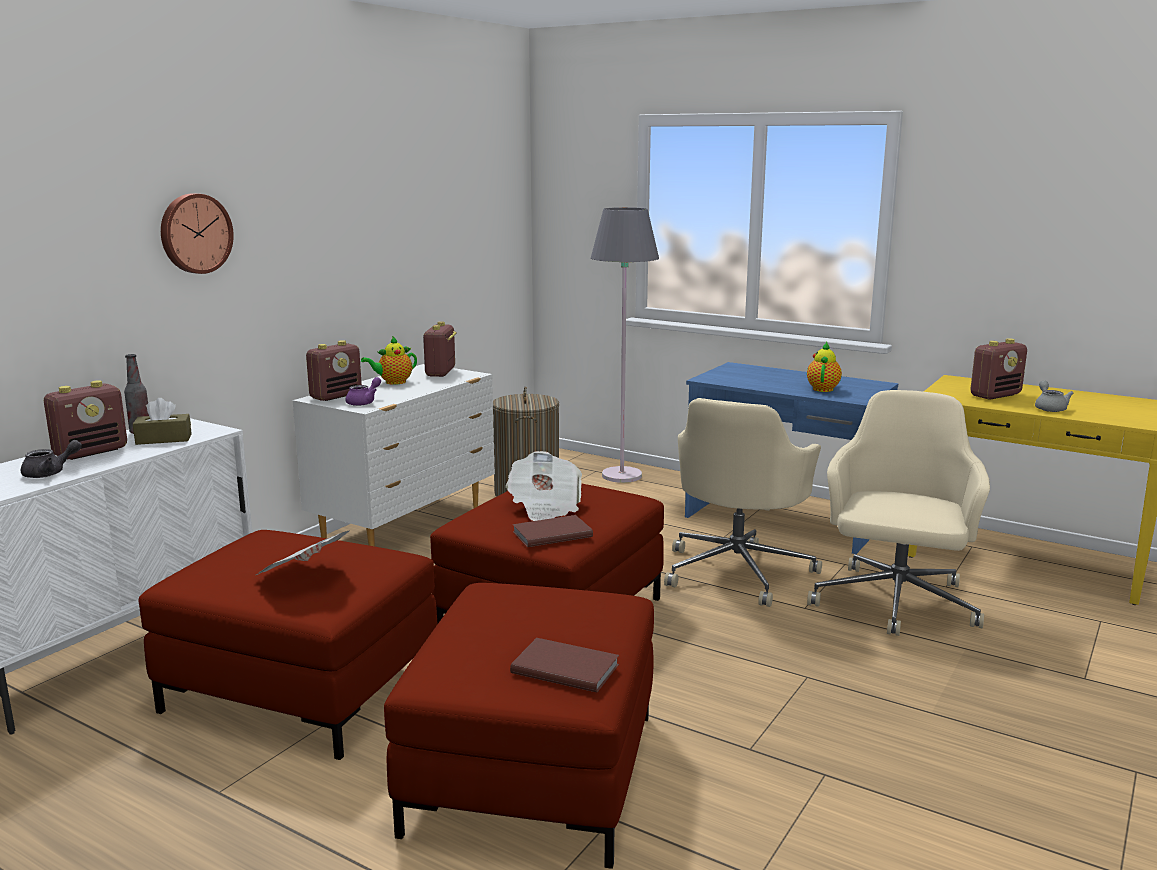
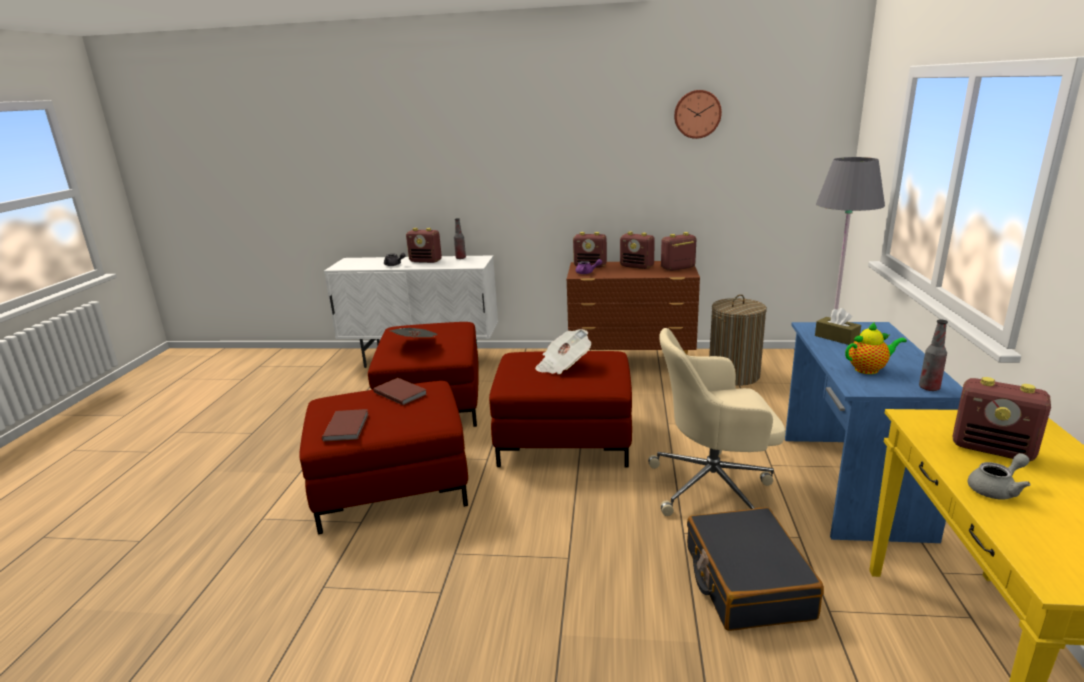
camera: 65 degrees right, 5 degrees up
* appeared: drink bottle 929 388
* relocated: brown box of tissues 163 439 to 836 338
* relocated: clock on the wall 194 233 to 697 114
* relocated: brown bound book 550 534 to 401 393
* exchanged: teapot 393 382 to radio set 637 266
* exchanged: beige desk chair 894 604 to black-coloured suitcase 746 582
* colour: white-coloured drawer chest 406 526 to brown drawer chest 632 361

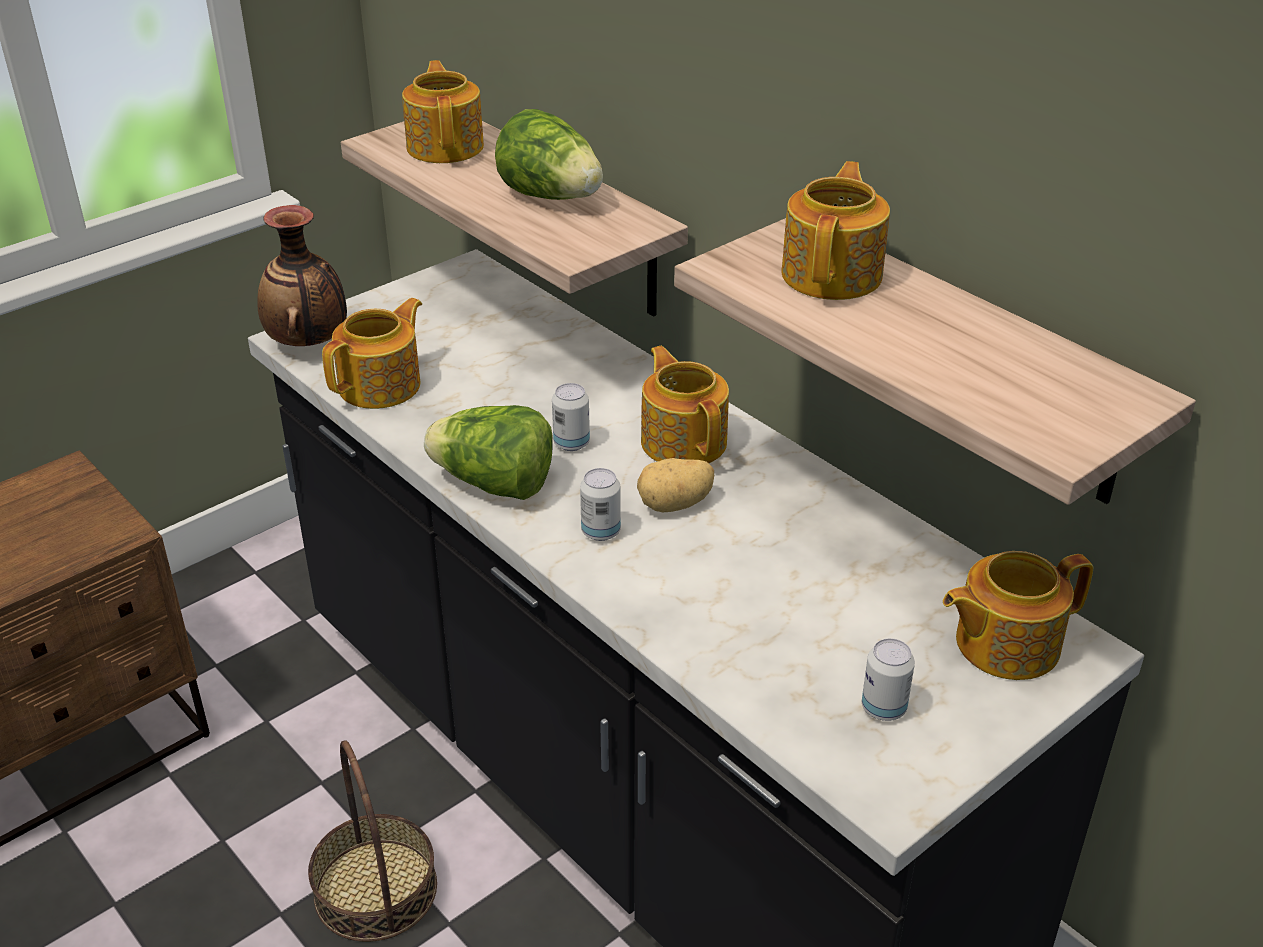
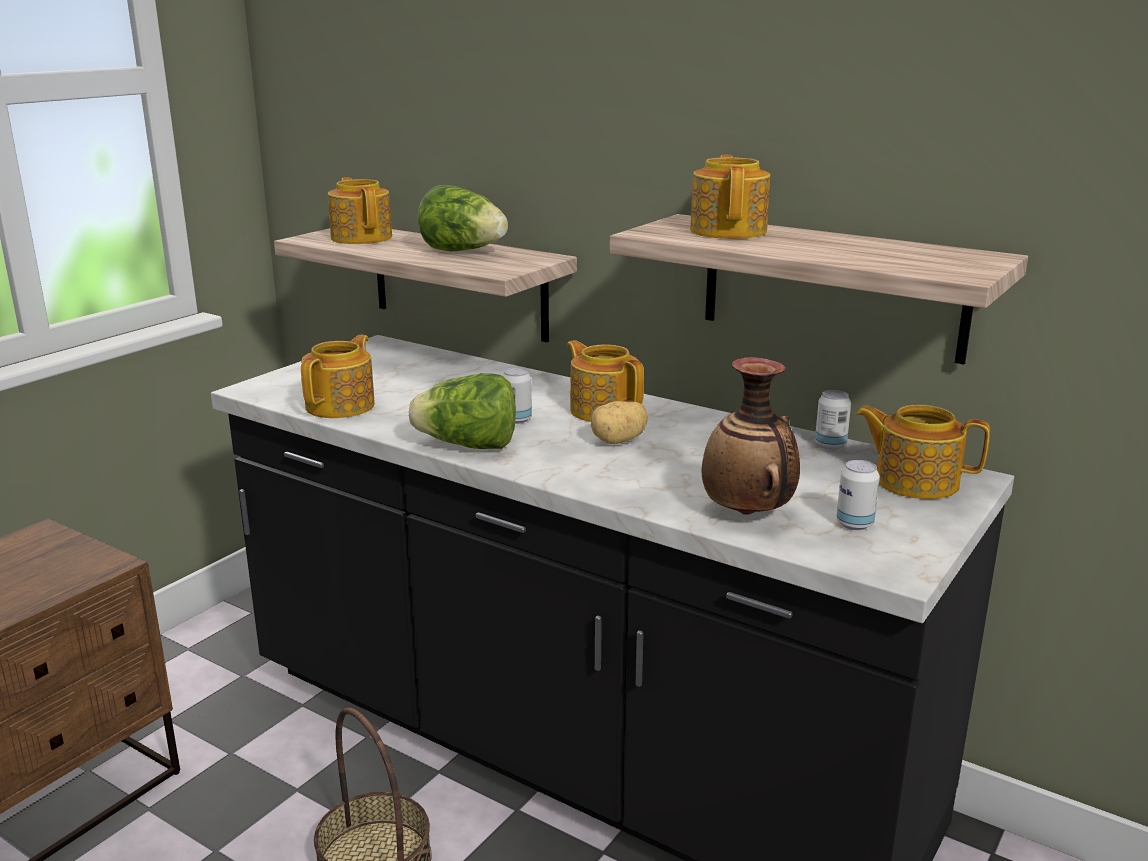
camera: 15 degrees left, 15 degrees down
* relocated: flower vase 309 344 to 748 513
* relocated: sealed can 601 532 to 830 445
* spun: teapot 1004 643 = 914 481 60 degrees clockwise

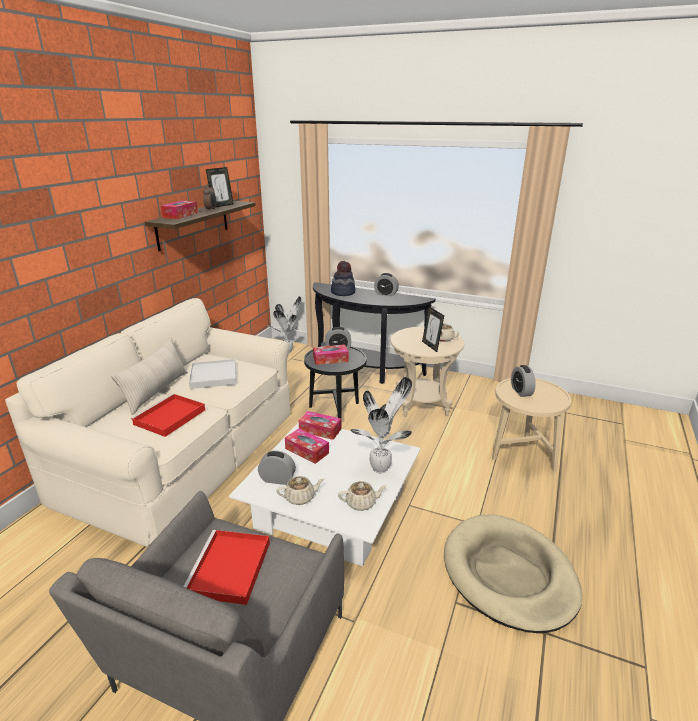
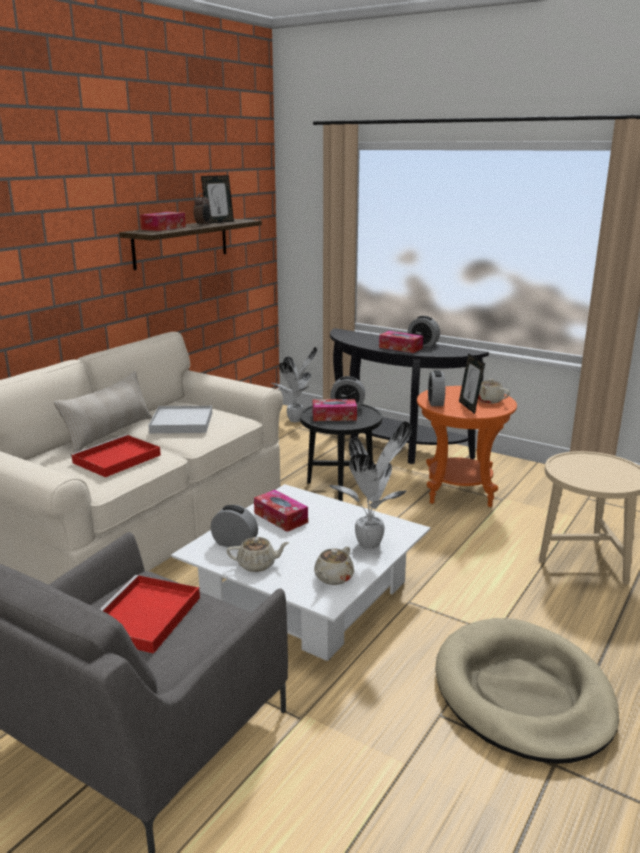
camera: 10 degrees right, 5 degrees down
* missing: clothing hat 343 292
* relocated: box of tissues 320 430 to 400 348
* relocated: table clock 521 391 to 435 402
* colour: beige accent table 422 405 to orange-coloured accent table 459 492
* spun: beige teapot 361 503 = 333 578 120 degrees clockwise

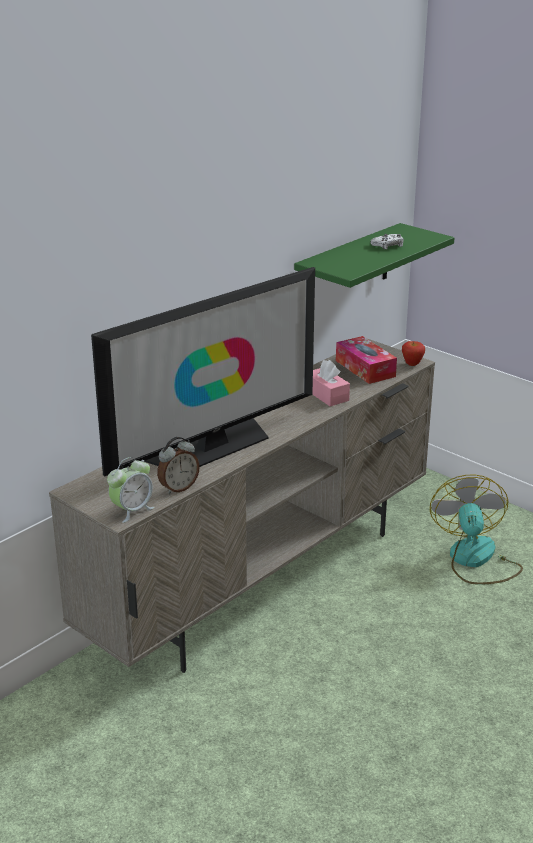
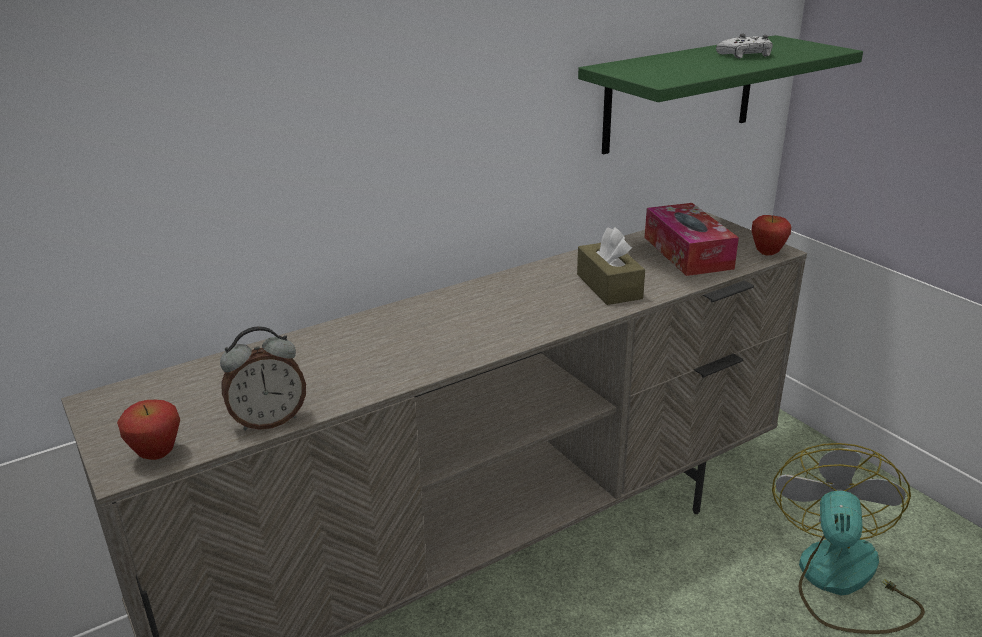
camera: 15 degrees right, 0 degrees up
* missing: TV set 212 446
* exchanged: table clock 132 510 to apple fruit 157 455
* colour: pinkish box of tissues 326 395 to brown box of tissues 609 286

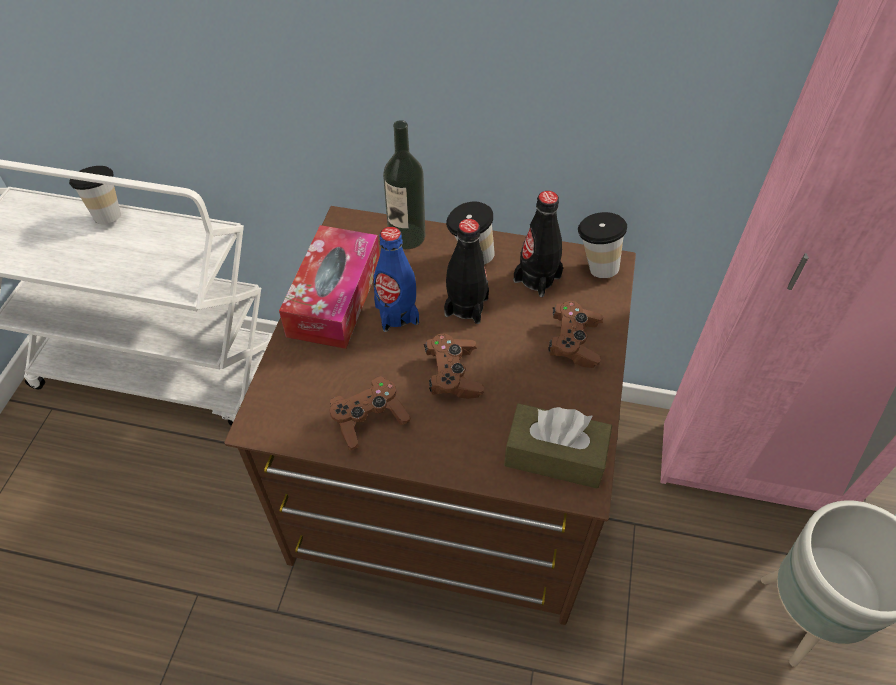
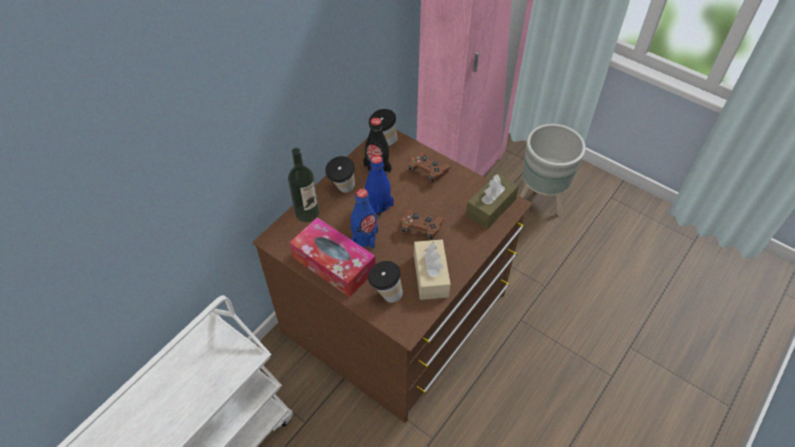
camera: 65 degrees left, 0 degrees up
* relocated: small cup 108 213 to 385 294
* exchanged: brown joypad 369 420 to beige box of tissues 431 275
* colour: black-coloured drink bottle 466 306 to blue drink bottle 378 205

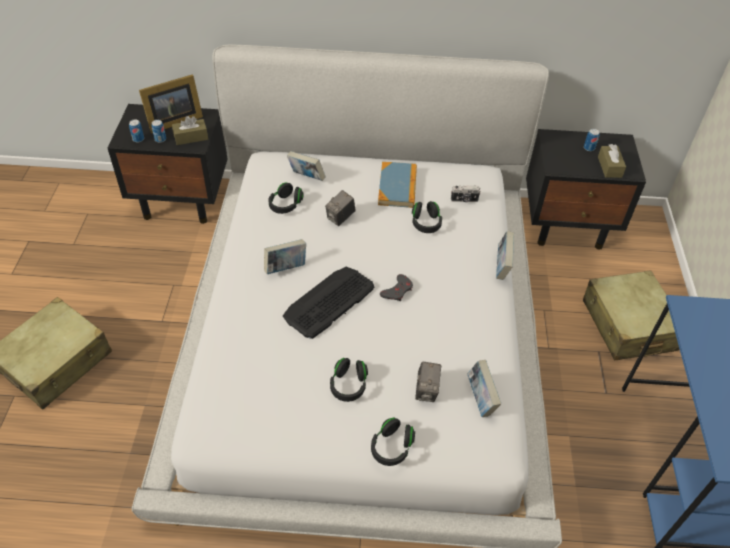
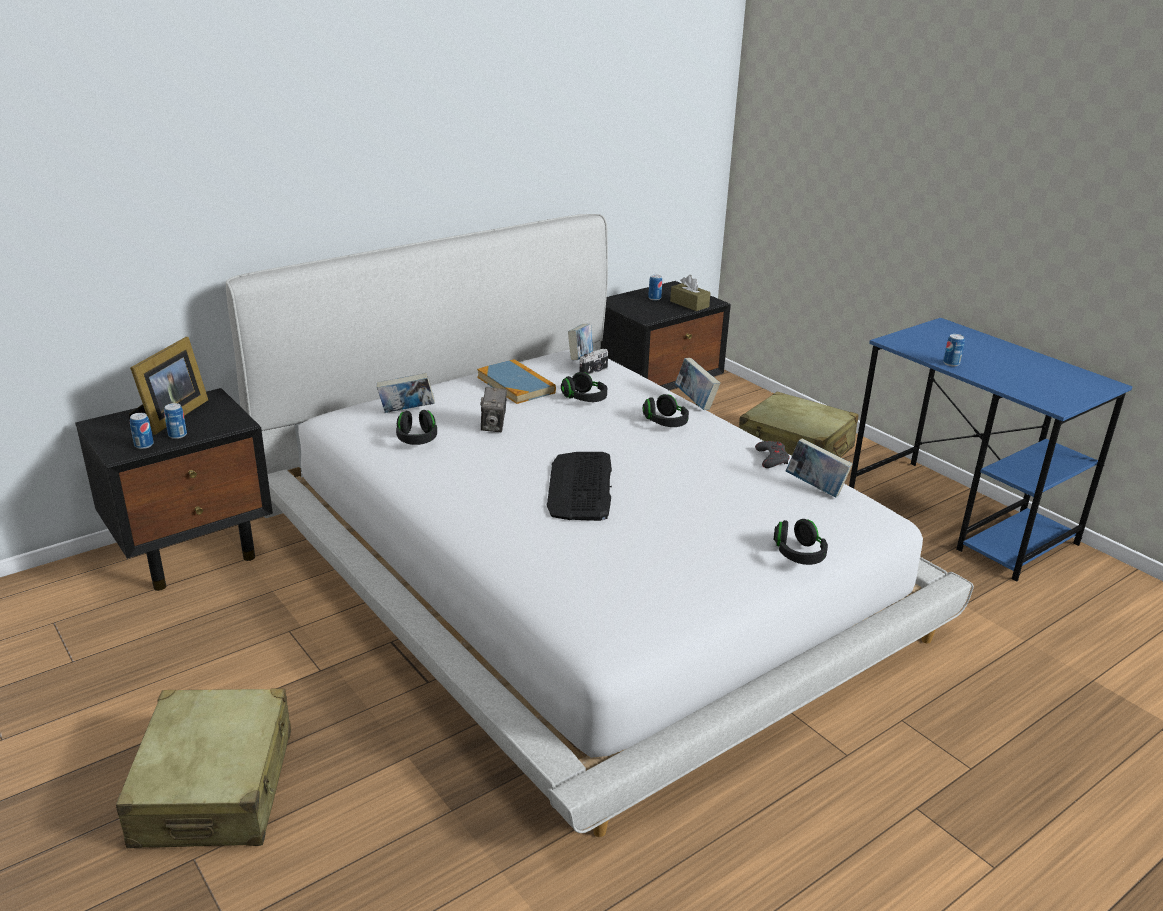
camera: 40 degrees left, 20 degrees down
* missing: brown box of tissues 191 137
* missing: still camera 426 391
* appeared: sealed can 951 363
* relocated: bound book 286 268 to 580 358
* relocated: black-coloured headphones 348 385 to 665 422
* relocated: grey joypad 397 291 to 772 458

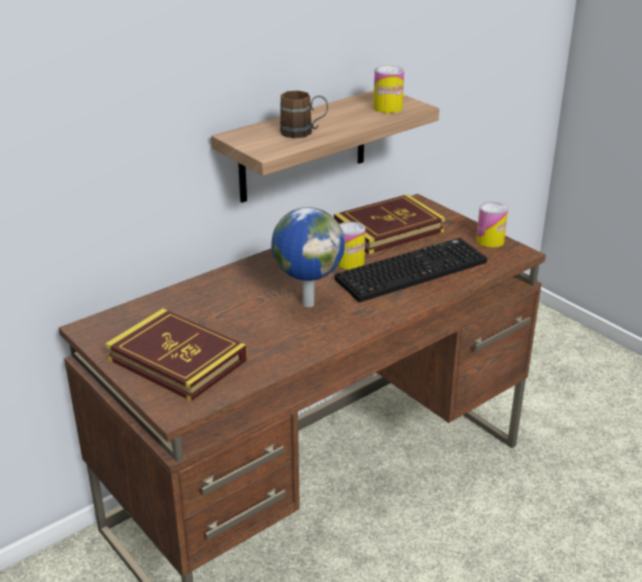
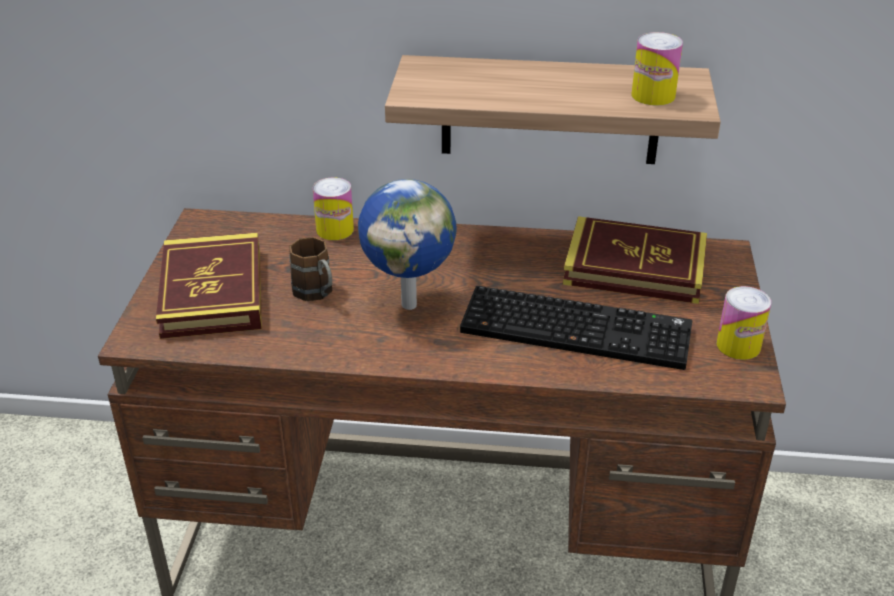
camera: 45 degrees right, 5 degrees up
* relocated: brown coffee mug 303 132 to 317 294
* relocated: sealed can 350 262 to 335 230

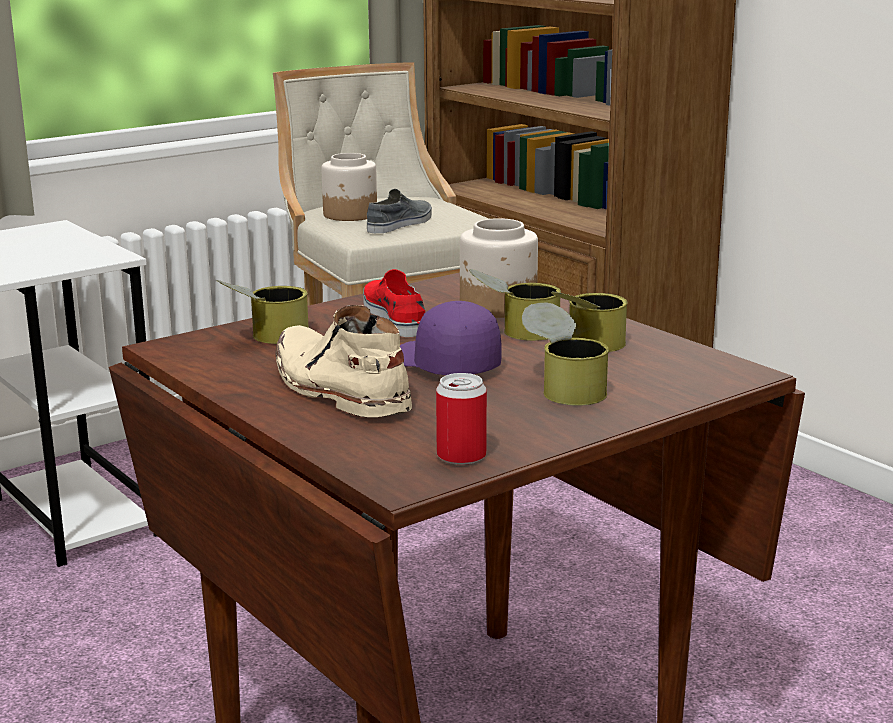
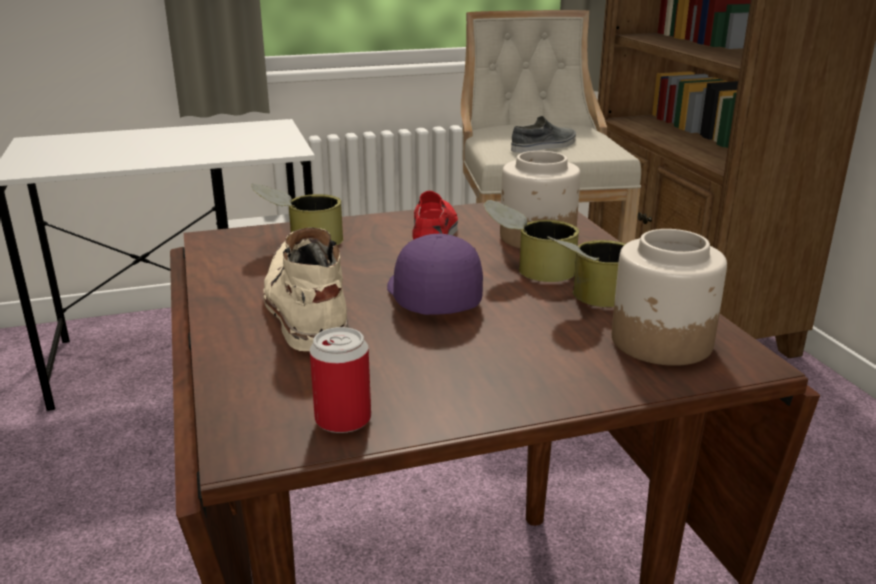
camera: 20 degrees right, 5 degrees up
* missing: sealed can 563 387
* relocated: jar 350 215 to 662 342

